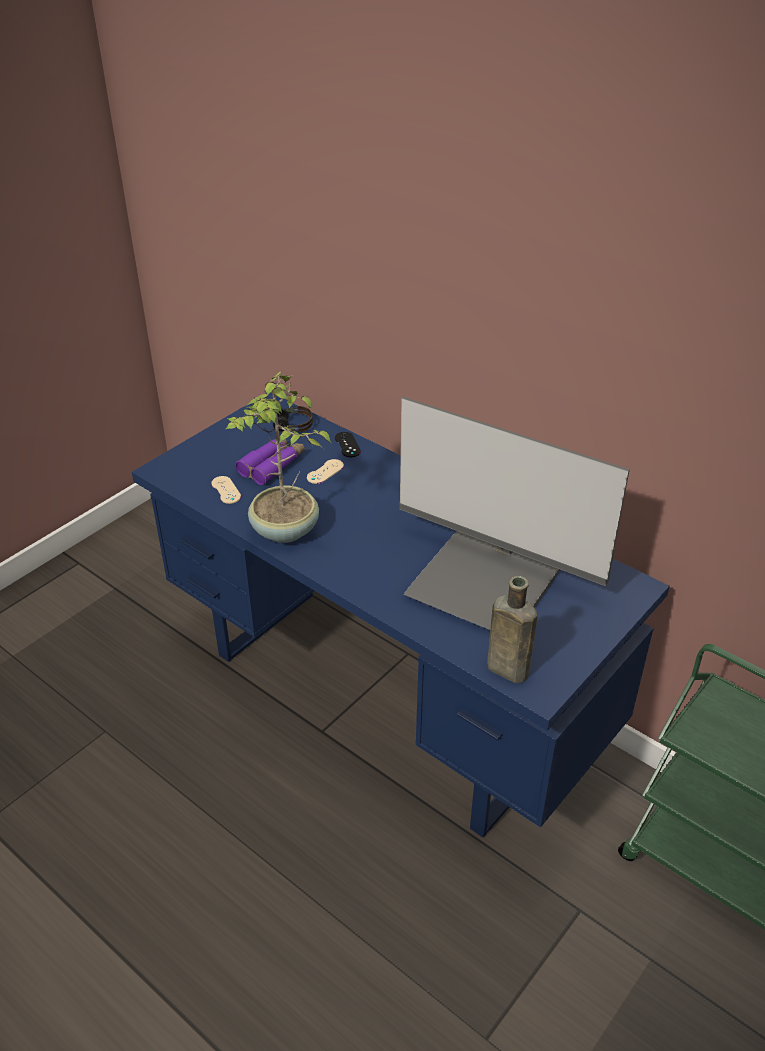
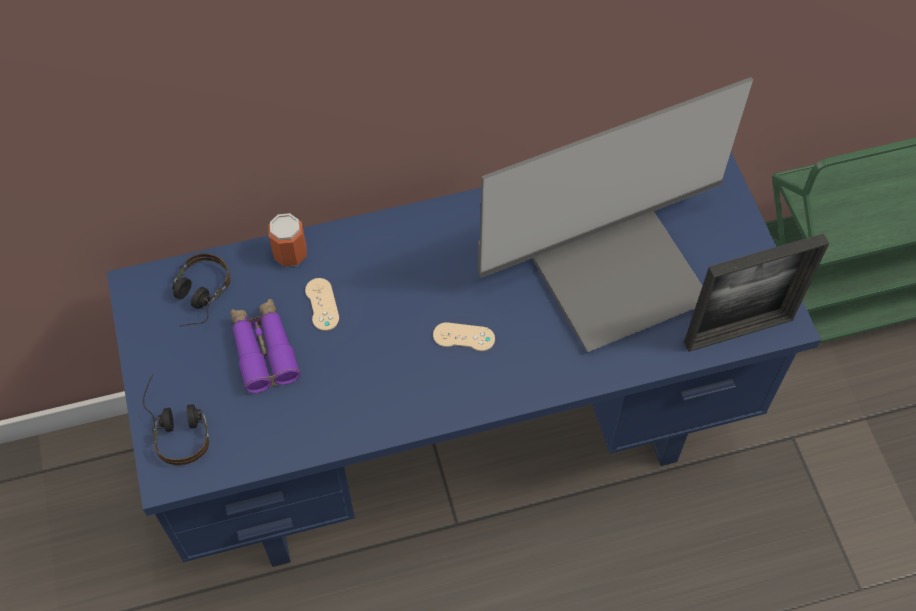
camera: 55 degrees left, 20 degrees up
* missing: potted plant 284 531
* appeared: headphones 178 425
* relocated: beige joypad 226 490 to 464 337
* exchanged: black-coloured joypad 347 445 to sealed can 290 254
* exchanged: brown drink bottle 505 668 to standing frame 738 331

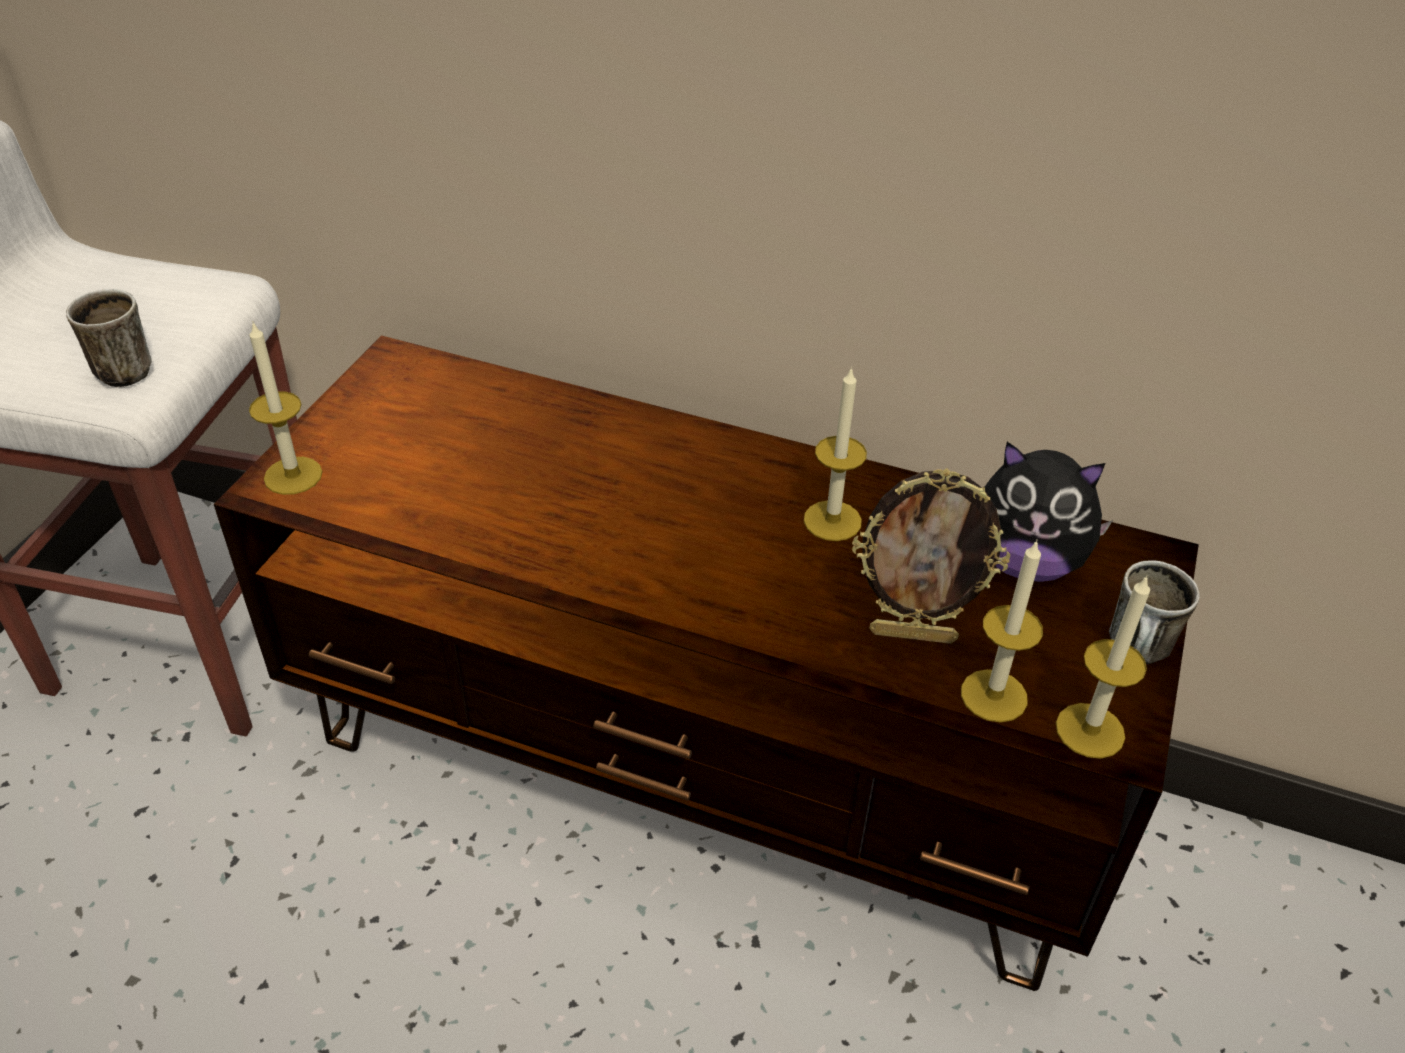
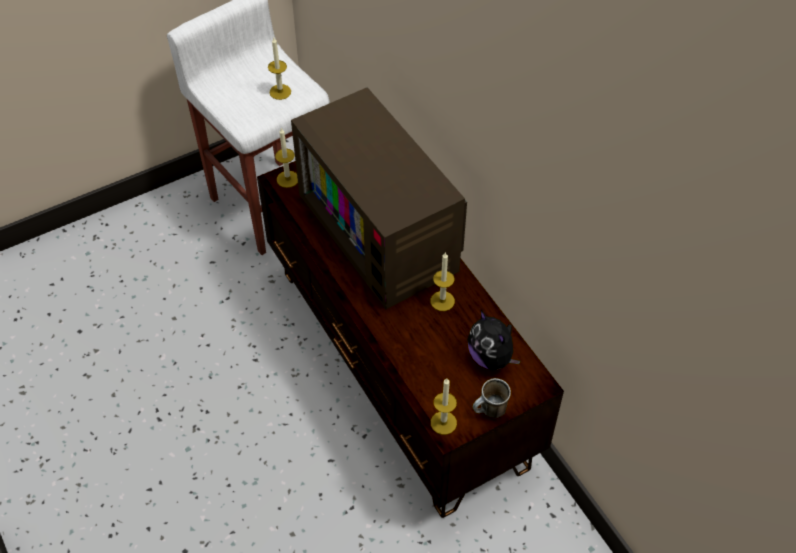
camera: 40 degrees right, 10 degrees up
* missing: coffee mug 126 368
* missing: standing frame 913 634
* appeared: TV set 383 231
* relocated: wax candle 994 695 to 280 92

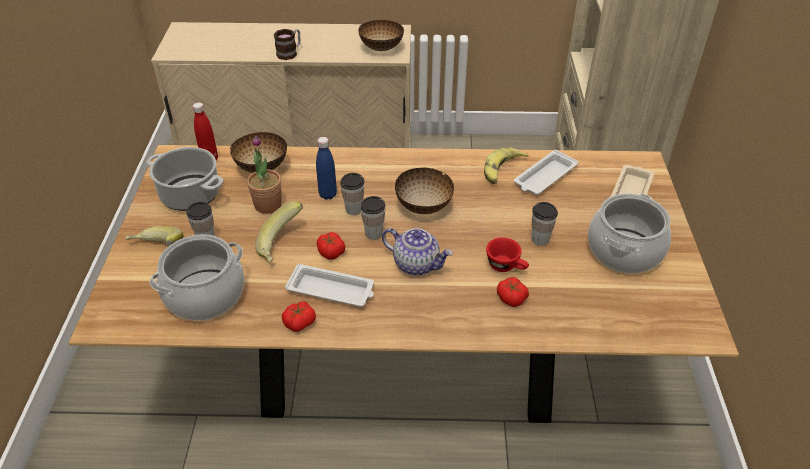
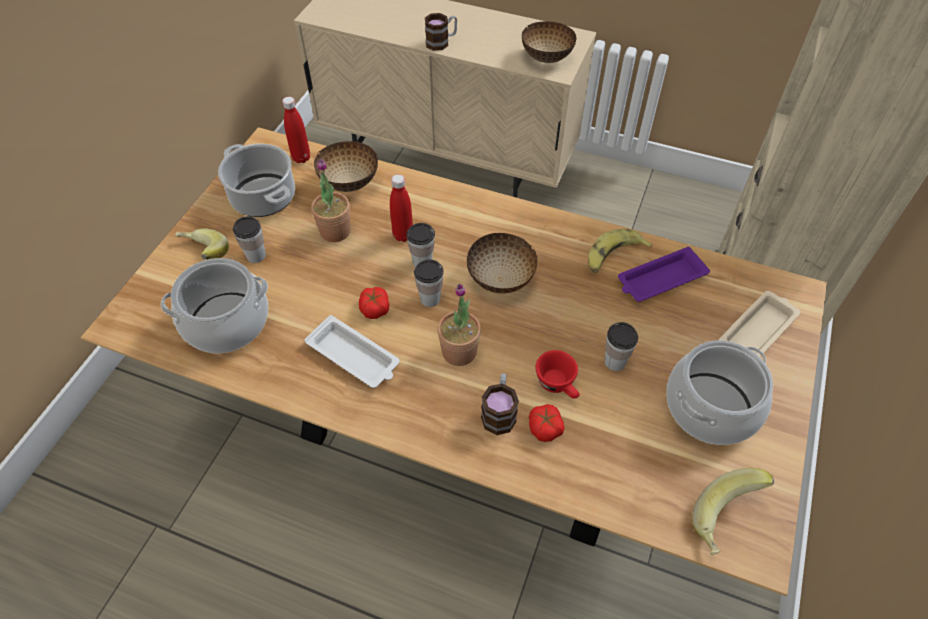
camera: 20 degrees right, 10 degrees up
* missing: whole tomato 299 322
* appeared: coffee mug 499 412
* relocated: whole banana 282 245 to 727 520
* exchanged: teapot 417 264 to potted plant 459 352
* colour: blue drink bottle 328 194 to reddish drink bottle 403 235
* colour: white-coloured carrying tray 544 177 to purple-coloured carrying tray 660 279

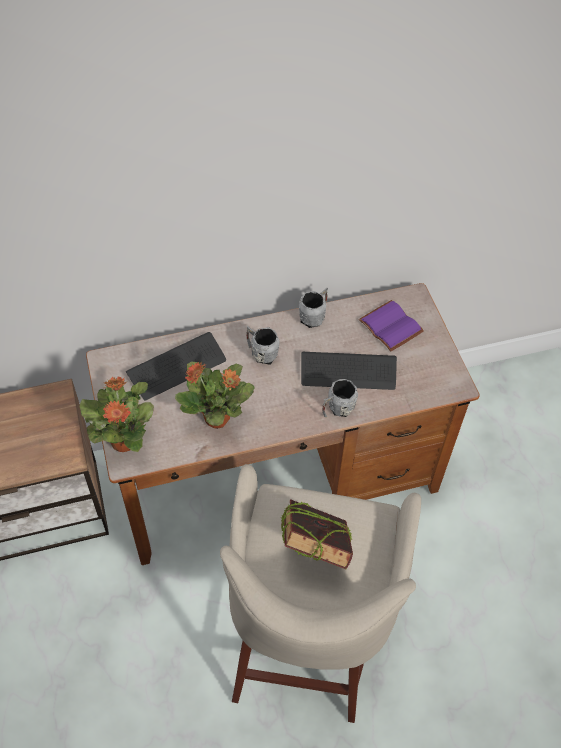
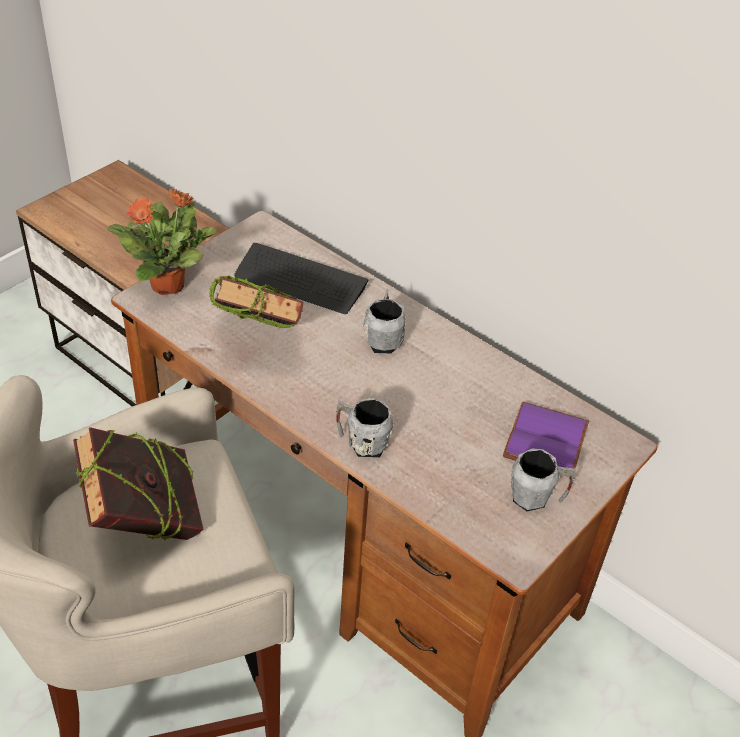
camera: 55 degrees right, 10 degrees down
* missing: PC keyboard 348 372
* relocated: grey coffee mug 314 317 to 536 498
* exchanged: potted plant 218 418 to bound book 257 343

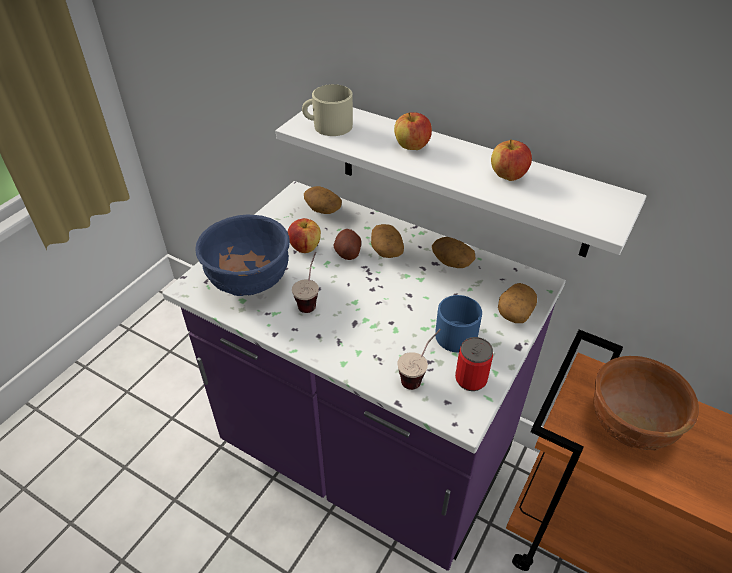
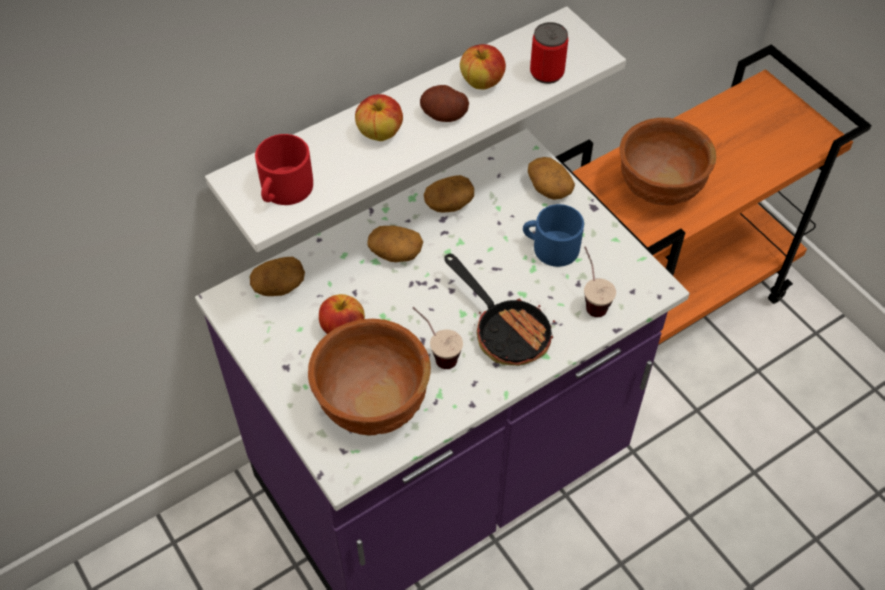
camera: 65 degrees left, 10 degrees up
* appeared: pan 505 329
* relocated: whole potato 348 253 to 444 115
* relocated: sealed can 470 379 to 547 73
* colour: blue deep dish 250 281 to brown deep dish 372 403
* colour: beige coffee mug 328 126 to reddish coffee mug 283 190

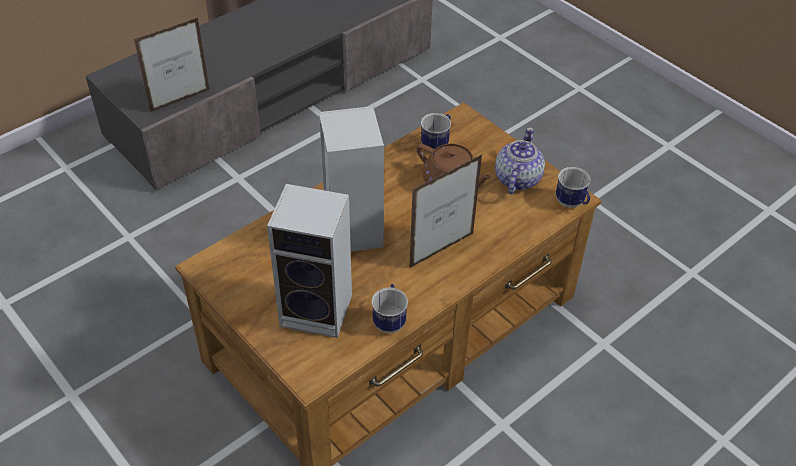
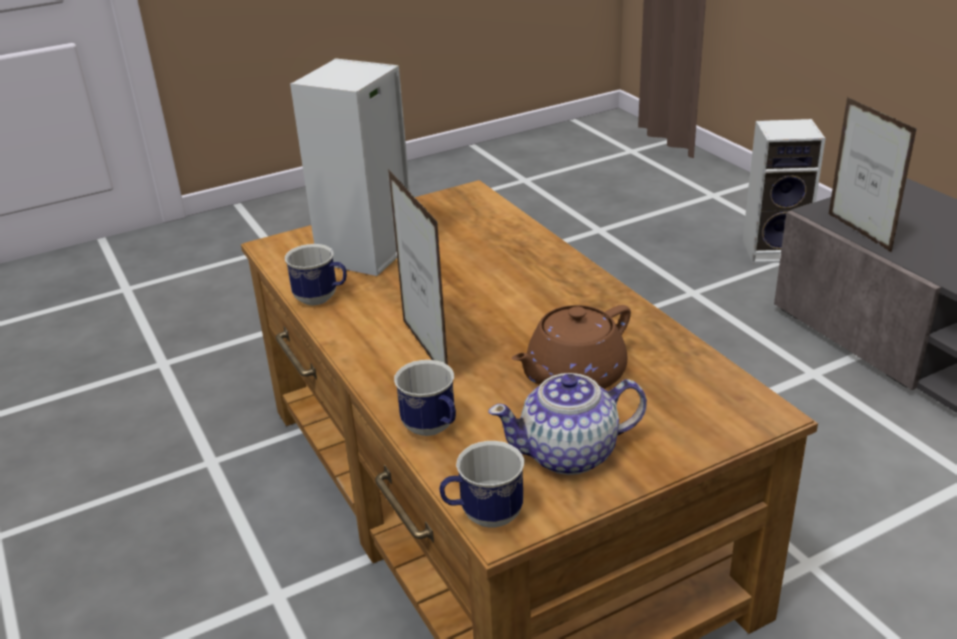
camera: 105 degrees right, 15 degrees down
* relocated: audio speaker 351 228 to 776 250
* relocated: coffee mug 437 143 to 433 429
* spun: teapot 517 179 = 570 454 135 degrees clockwise

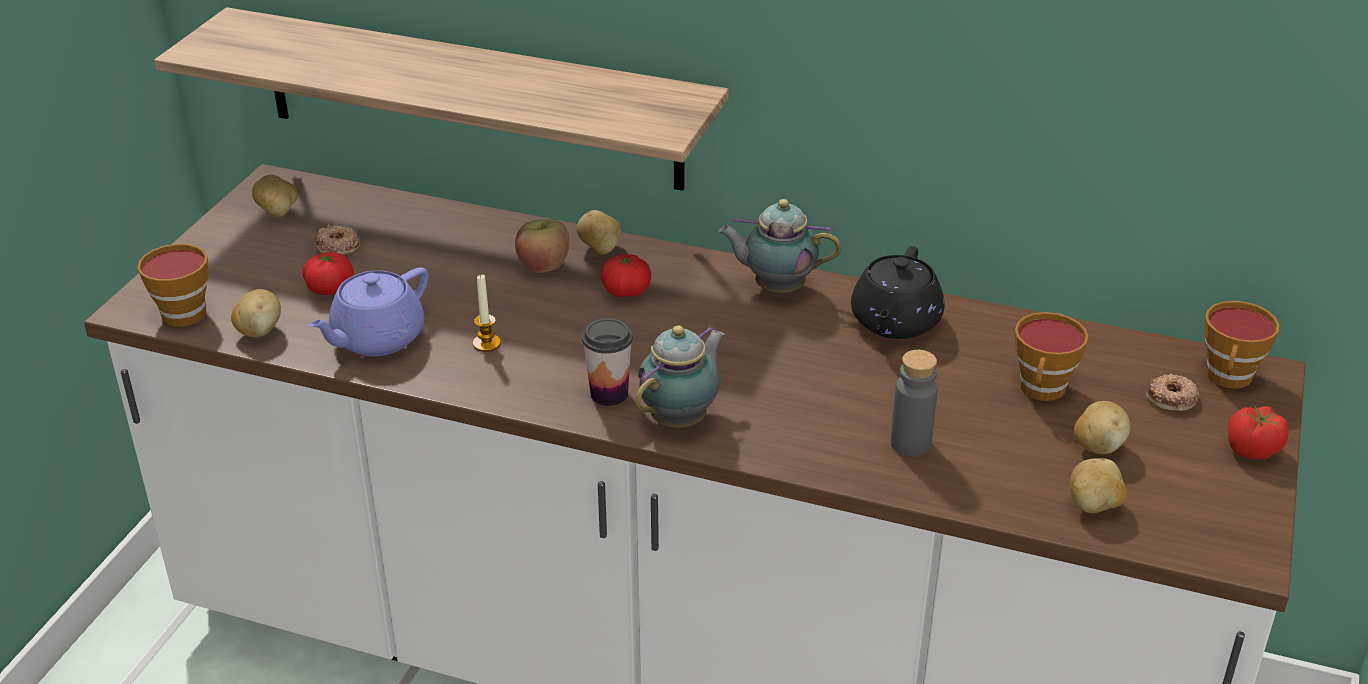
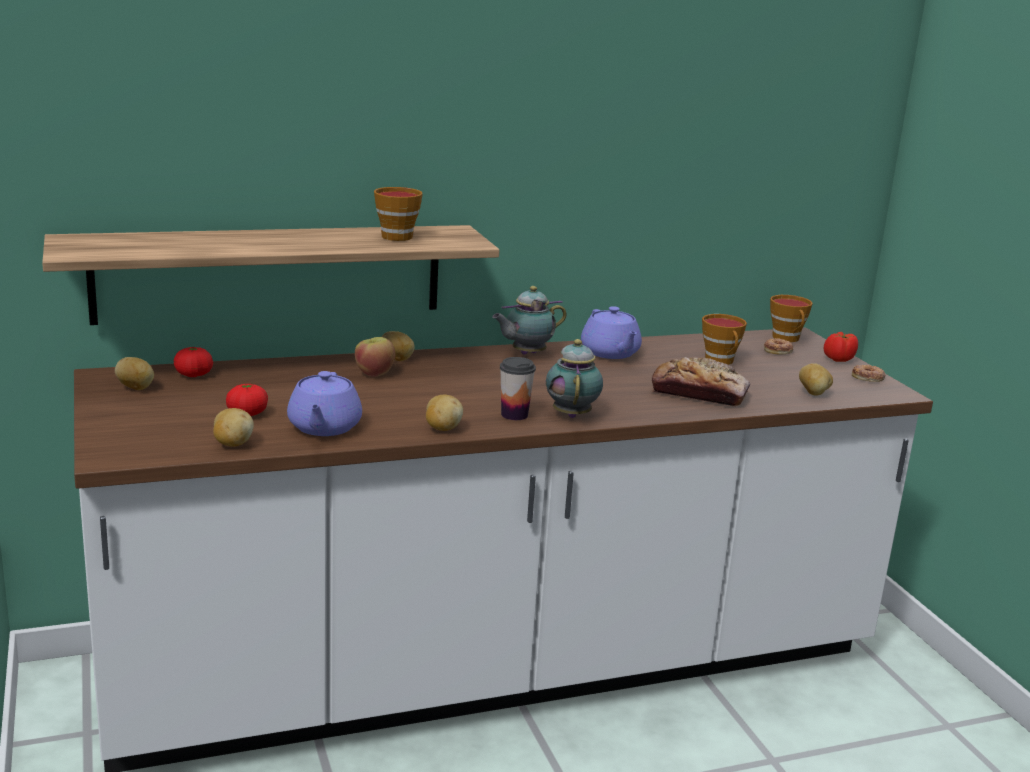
camera: 40 degrees left, 15 degrees down
* missing: wax candle 486 343
* relocated: small cup 184 311 to 393 236
* relocated: ring doughnut 337 245 to 868 377
* relocated: whole tomato 626 291 to 193 375
* relocated: whole potato 1098 446 to 442 428
* exchanged: grey drink bottle 910 443 to bakery bread 699 394
* colour: black-coloured teapot 895 322 to purple-coloured teapot 610 353

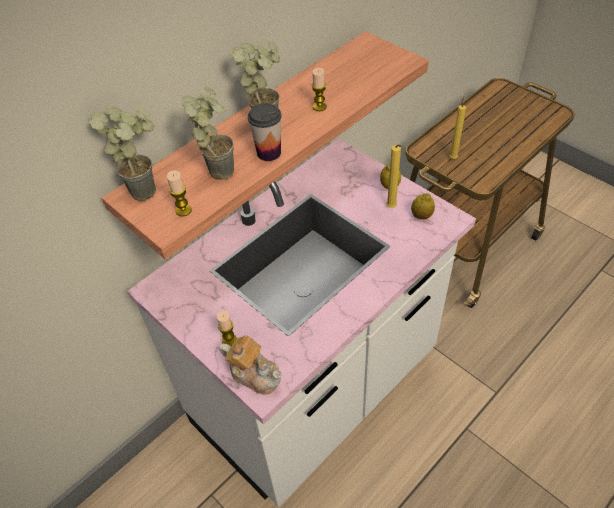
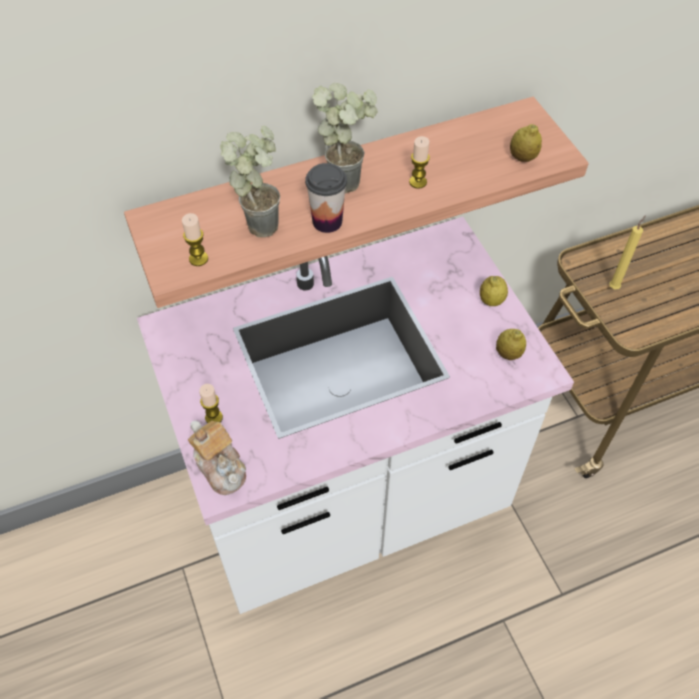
camera: 20 degrees right, 5 degrees up
* missing: potted plant 146 187
* missing: yellowish wax candle 391 208
* appeared: whole lemon 522 158

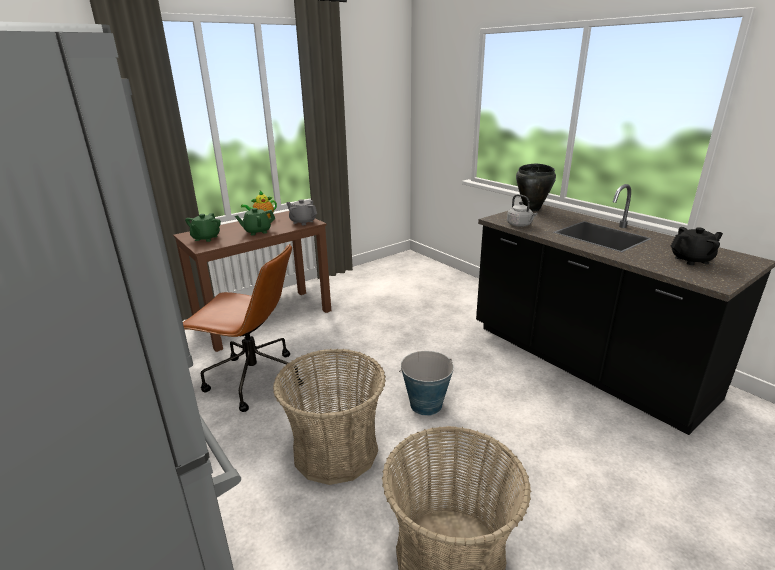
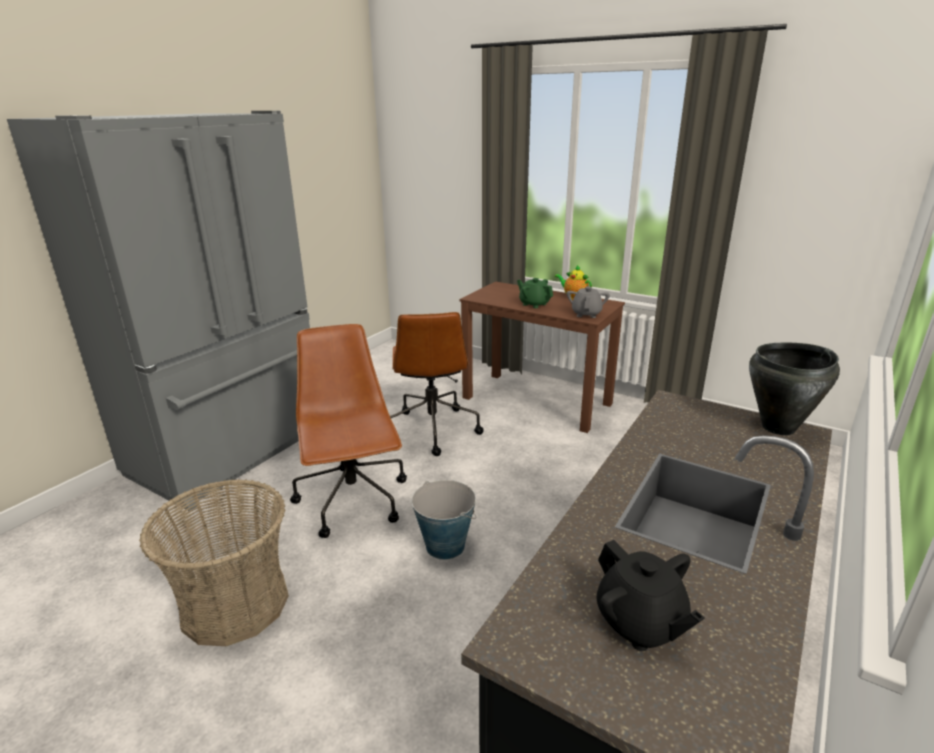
camera: 70 degrees right, 0 degrees up
* missing: green-coloured teapot 206 238
* missing: grey water kettle 520 225
* exchanged: basket 335 450 to brown desk chair 353 502

